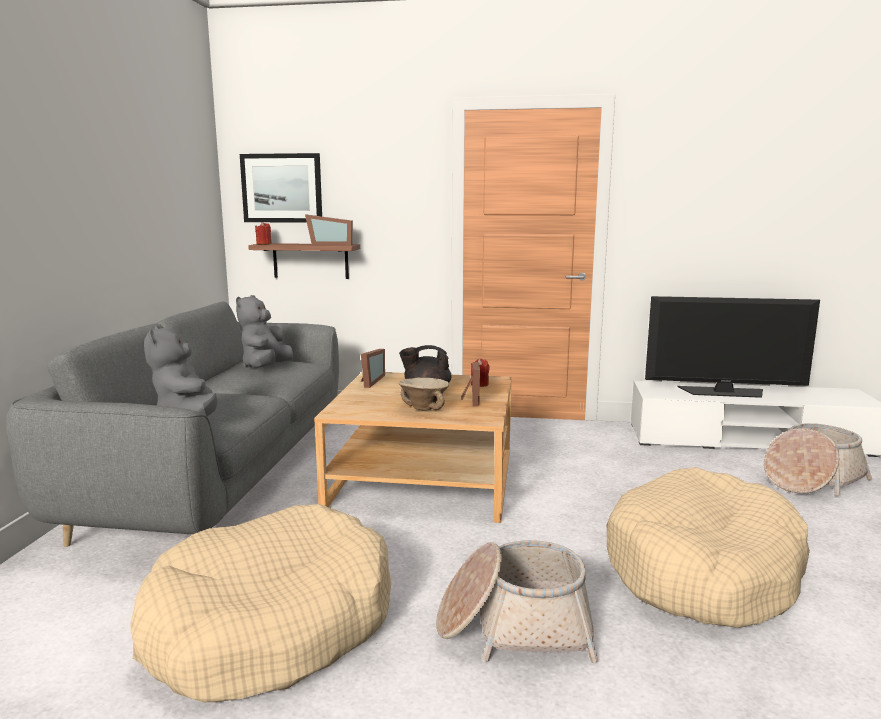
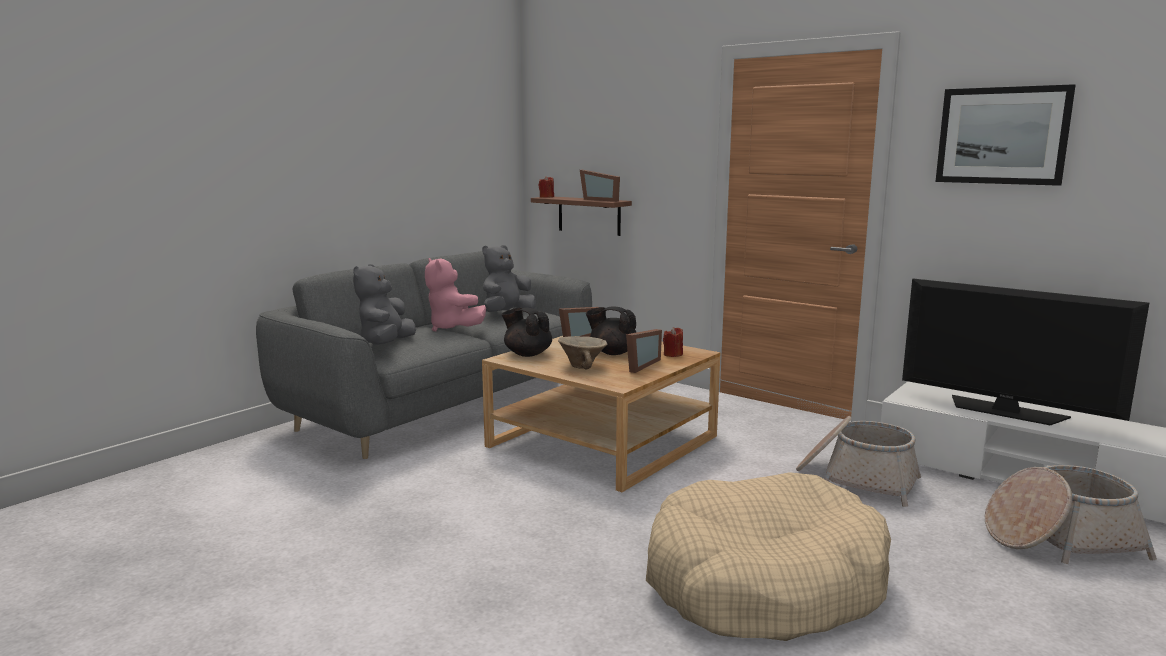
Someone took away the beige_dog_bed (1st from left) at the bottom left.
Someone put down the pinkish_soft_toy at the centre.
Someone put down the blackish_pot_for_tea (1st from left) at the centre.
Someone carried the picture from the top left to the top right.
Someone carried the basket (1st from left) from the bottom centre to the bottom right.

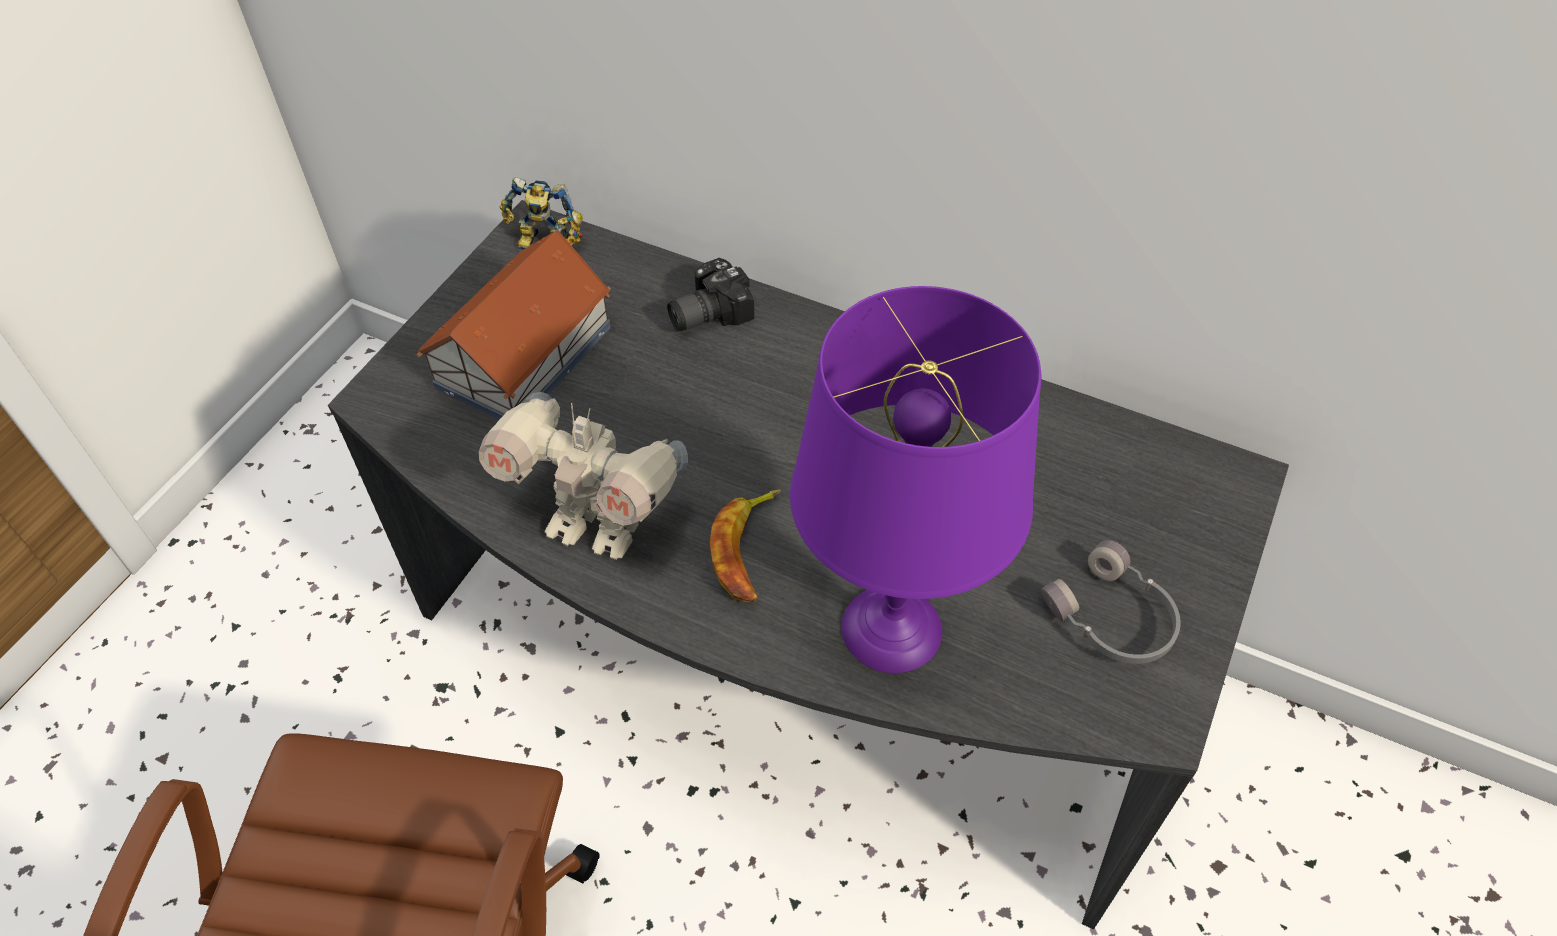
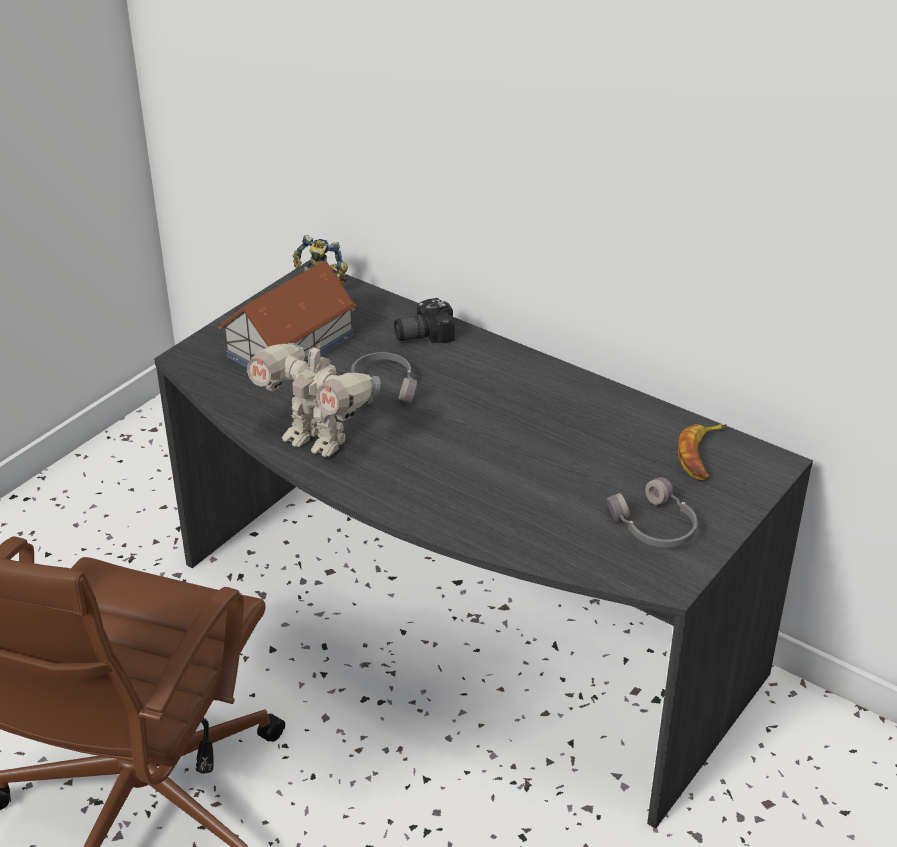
Someone took away the purple_tabletop_lamp at the centre.
Someone put down the greyish_pair_of_headphones (1st from left) at the centre.
Someone carried the whole_banana from the centre to the middle right.

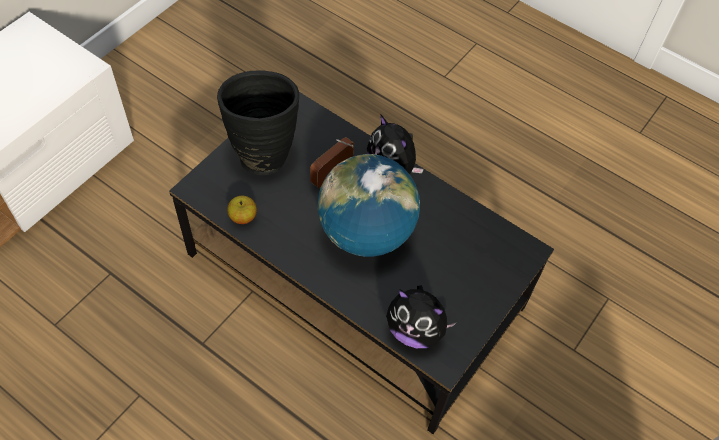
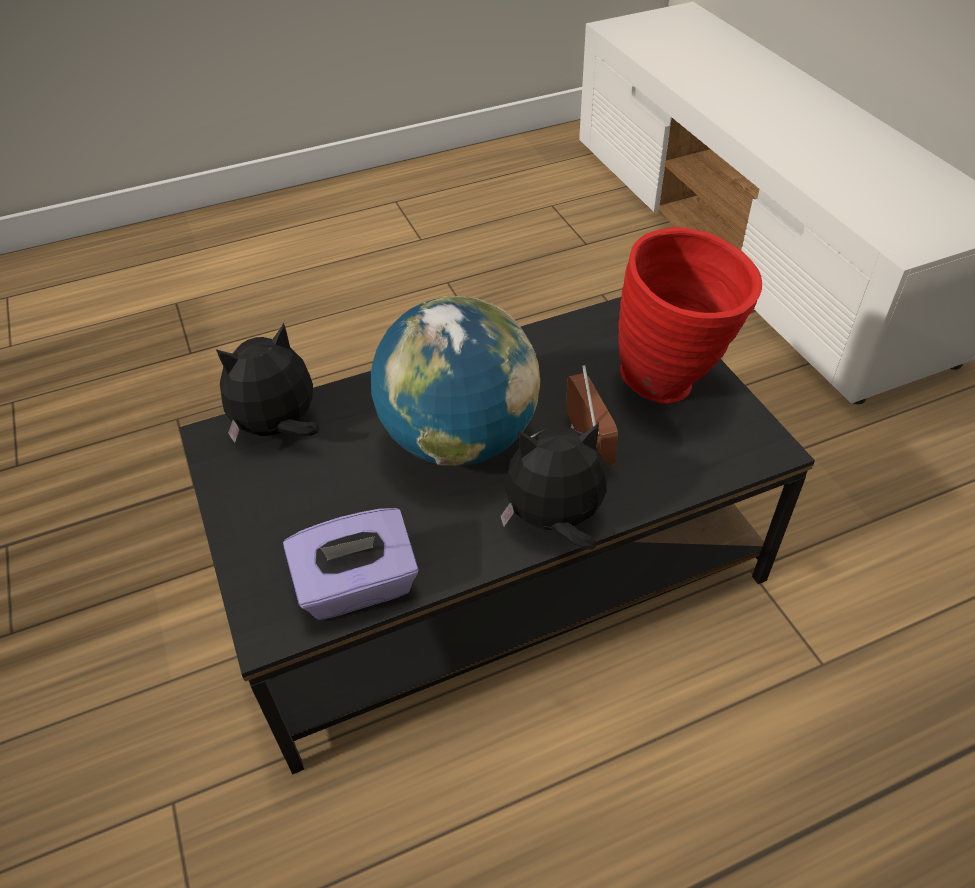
Someone took away the apple at the centre.
Someone put down the purple_tissue_holder at the centre.
Someone repainted the blackish_vase at the top centre, which became the red-coloured_vase at the middle right.

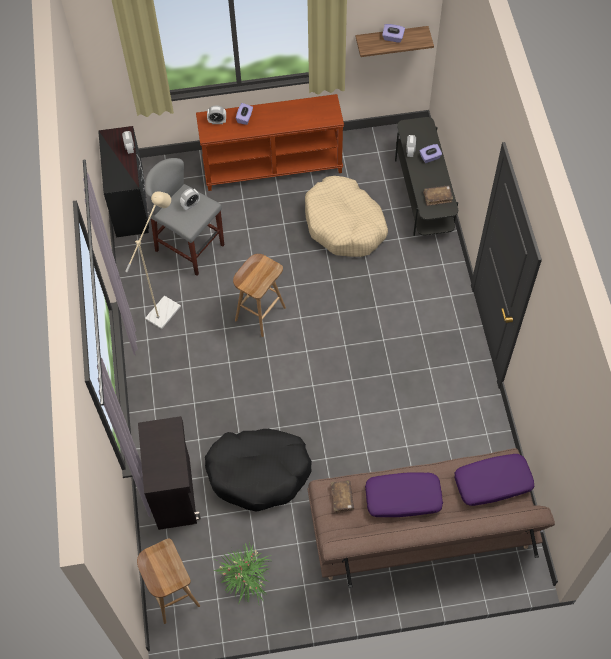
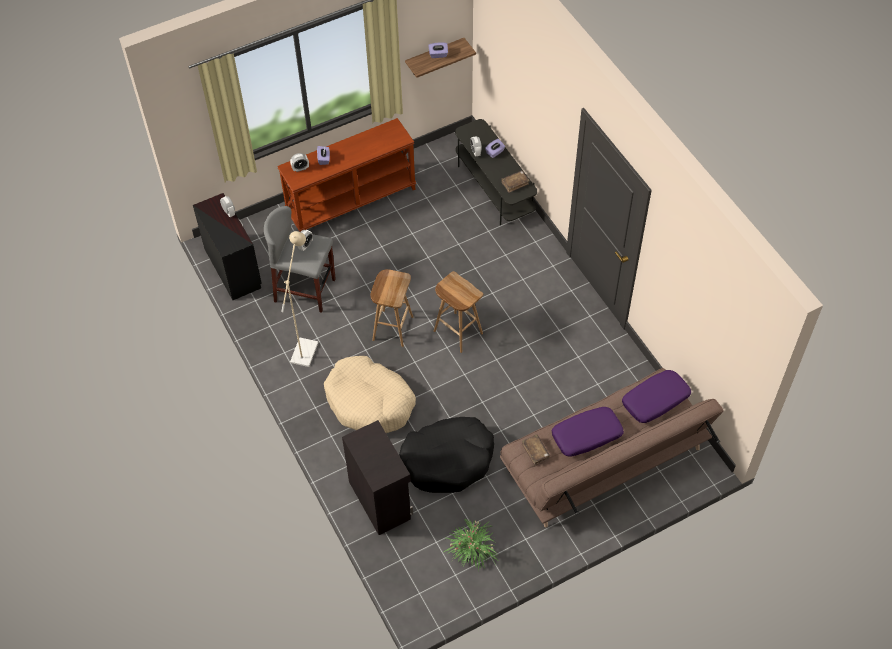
Someone carried the brown_stool_seat (1st from left in the first image) from the bottom left to the centre.
Someone carried the beige_dog_bed from the top centre to the centre.

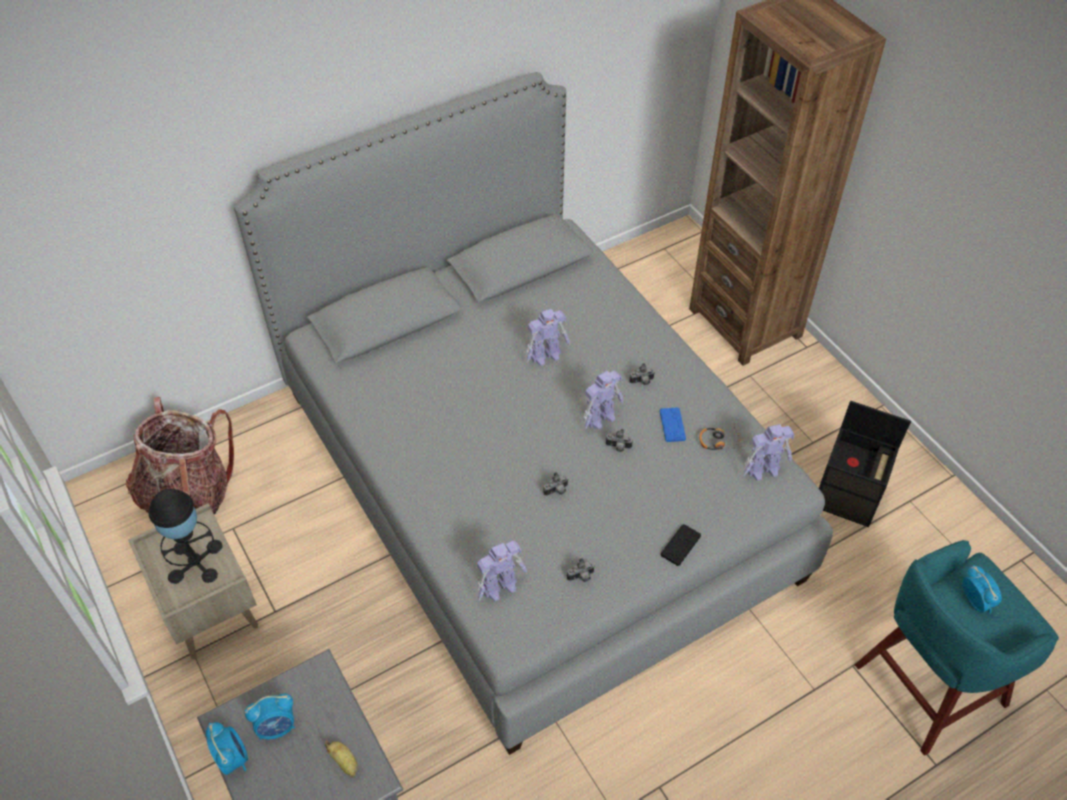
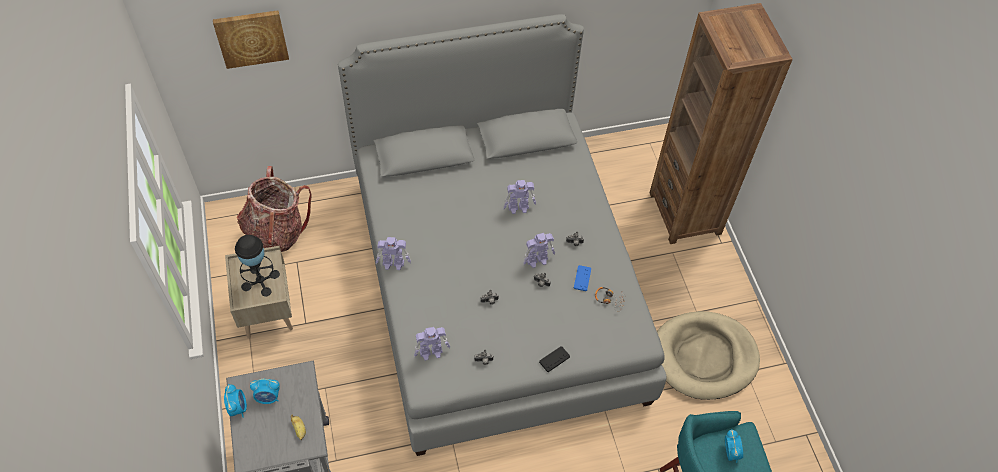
Someone put up the picture at the top left.
Someone carried the robot_figure (4th from left in the first image) from the middle right to the centre.
Someone swapped the blackish_storage_container at the middle right for the beige_dog_bed at the bottom right.

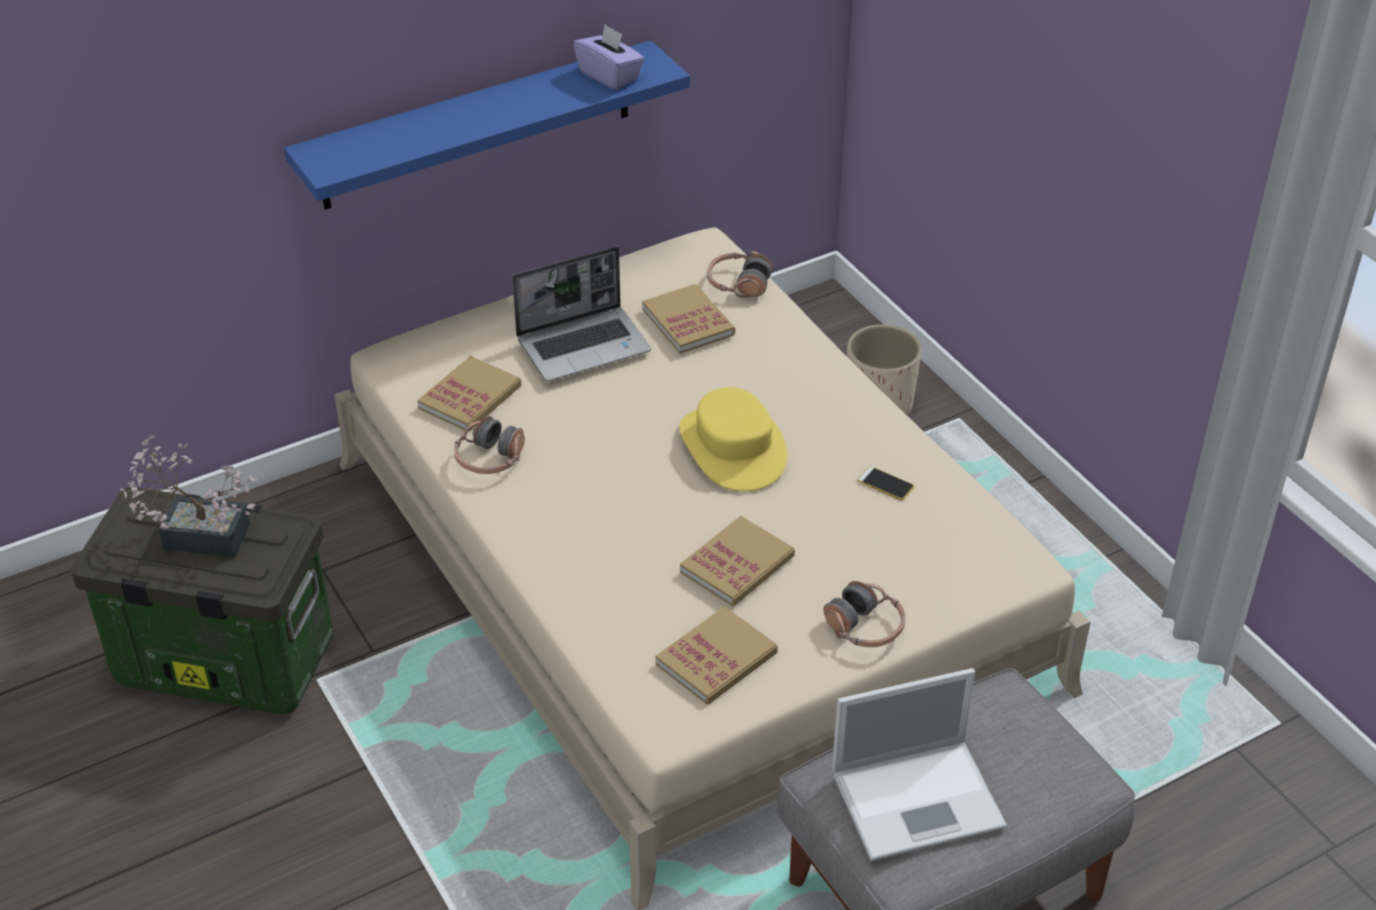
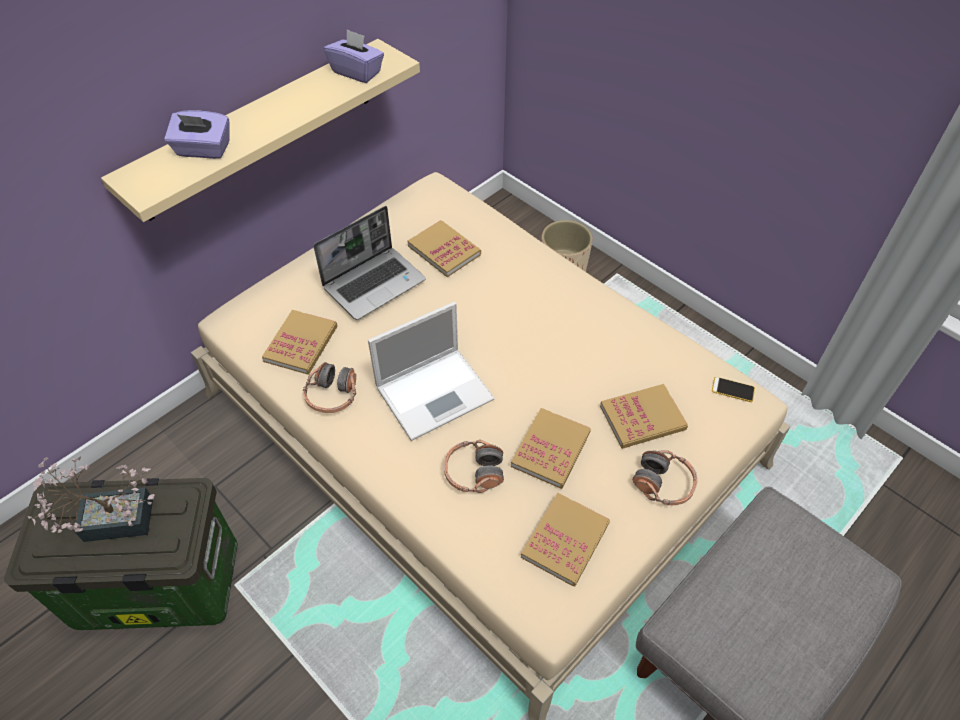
Someone took away the yellow-coloured_wearable_hat at the centre.
Someone put down the purple_tissue_holder (1st from left) at the top left.
Someone put down the bound_book (5th from left) at the middle right.
Someone carried the pair_of_headphones (2nd from left) from the top centre to the centre.
Someone carried the notebook_computer (2nd from left) from the bottom right to the centre.
Someone carried the telephone from the centre to the middle right.
Someone repainted the bluish_shelf at the top centre, which became the beige_shelf at the top left.

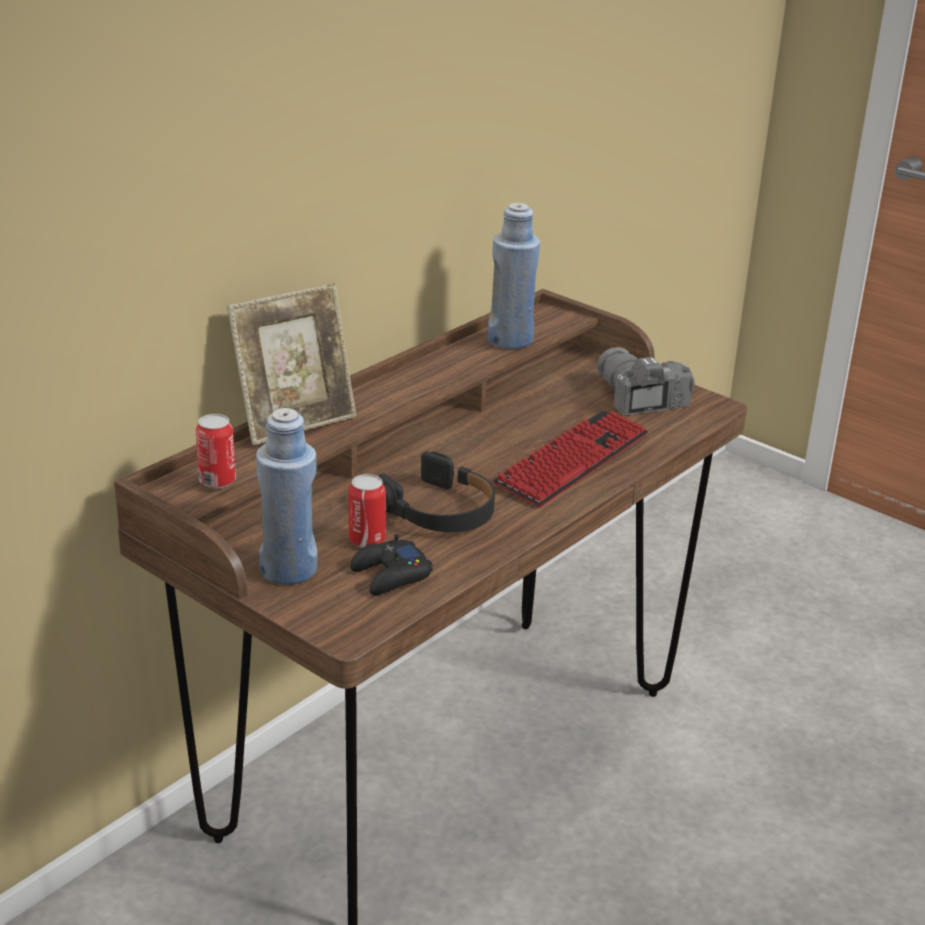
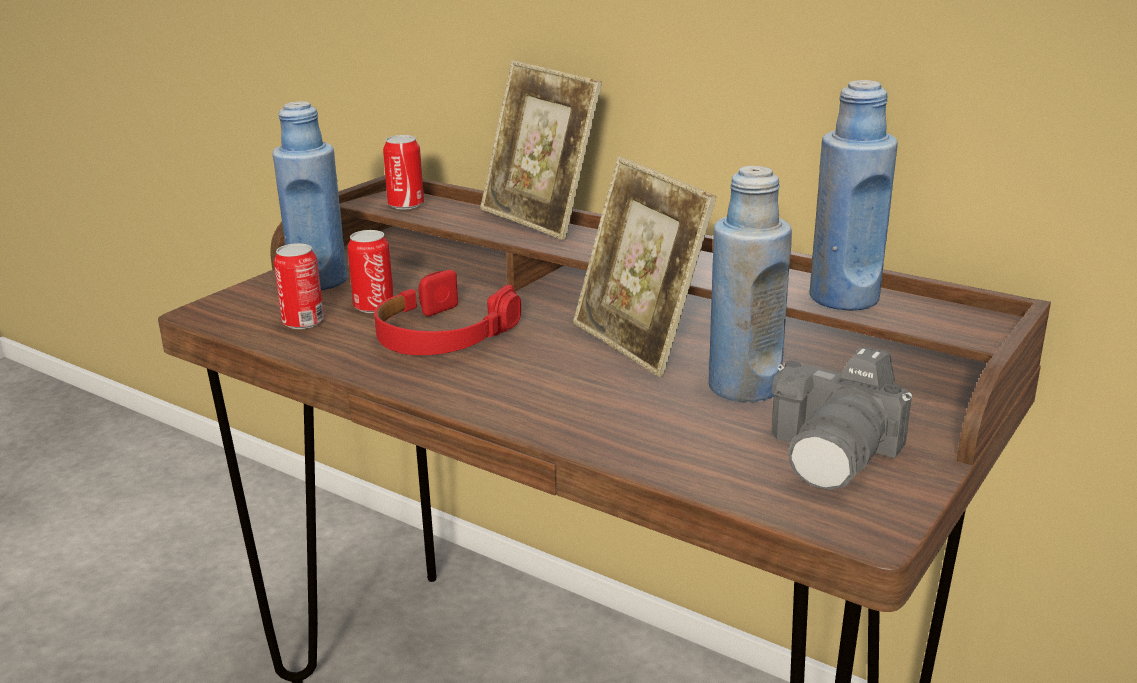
Someone took away the computer_keyboard at the centre.
Someone put down the standing_frame (2nd from left) at the centre.
Someone put down the bluish_beverage_bottle (2nd from left) at the centre.
Someone swapped the blackish_joypad at the centre for the metal_can (1st from left) at the middle left.
Someone repainted the blackish_pair_of_headphones at the centre, which became the red-coloured_pair_of_headphones at the centre.
Someone rotated the photo_camera at the middle right by 150 degrees clockwise.

